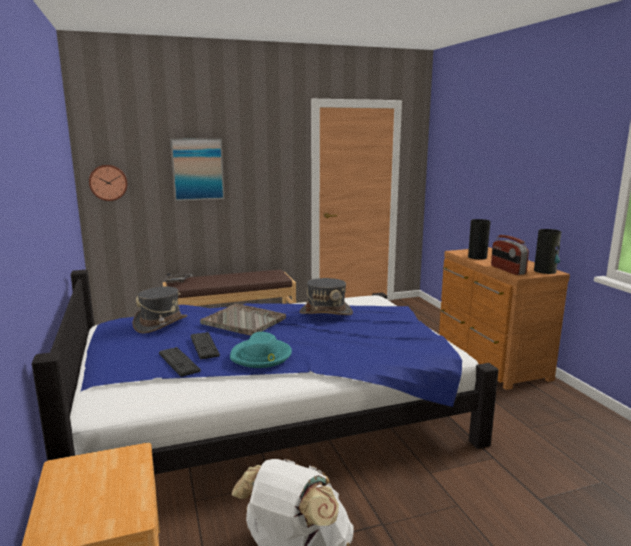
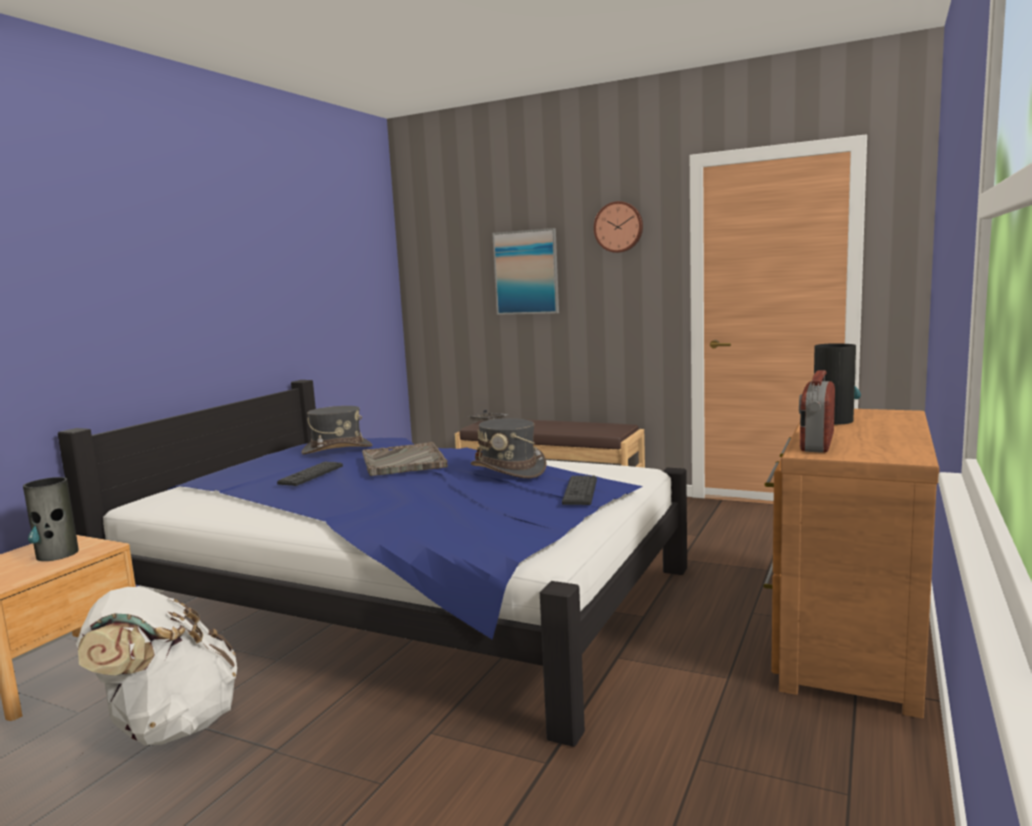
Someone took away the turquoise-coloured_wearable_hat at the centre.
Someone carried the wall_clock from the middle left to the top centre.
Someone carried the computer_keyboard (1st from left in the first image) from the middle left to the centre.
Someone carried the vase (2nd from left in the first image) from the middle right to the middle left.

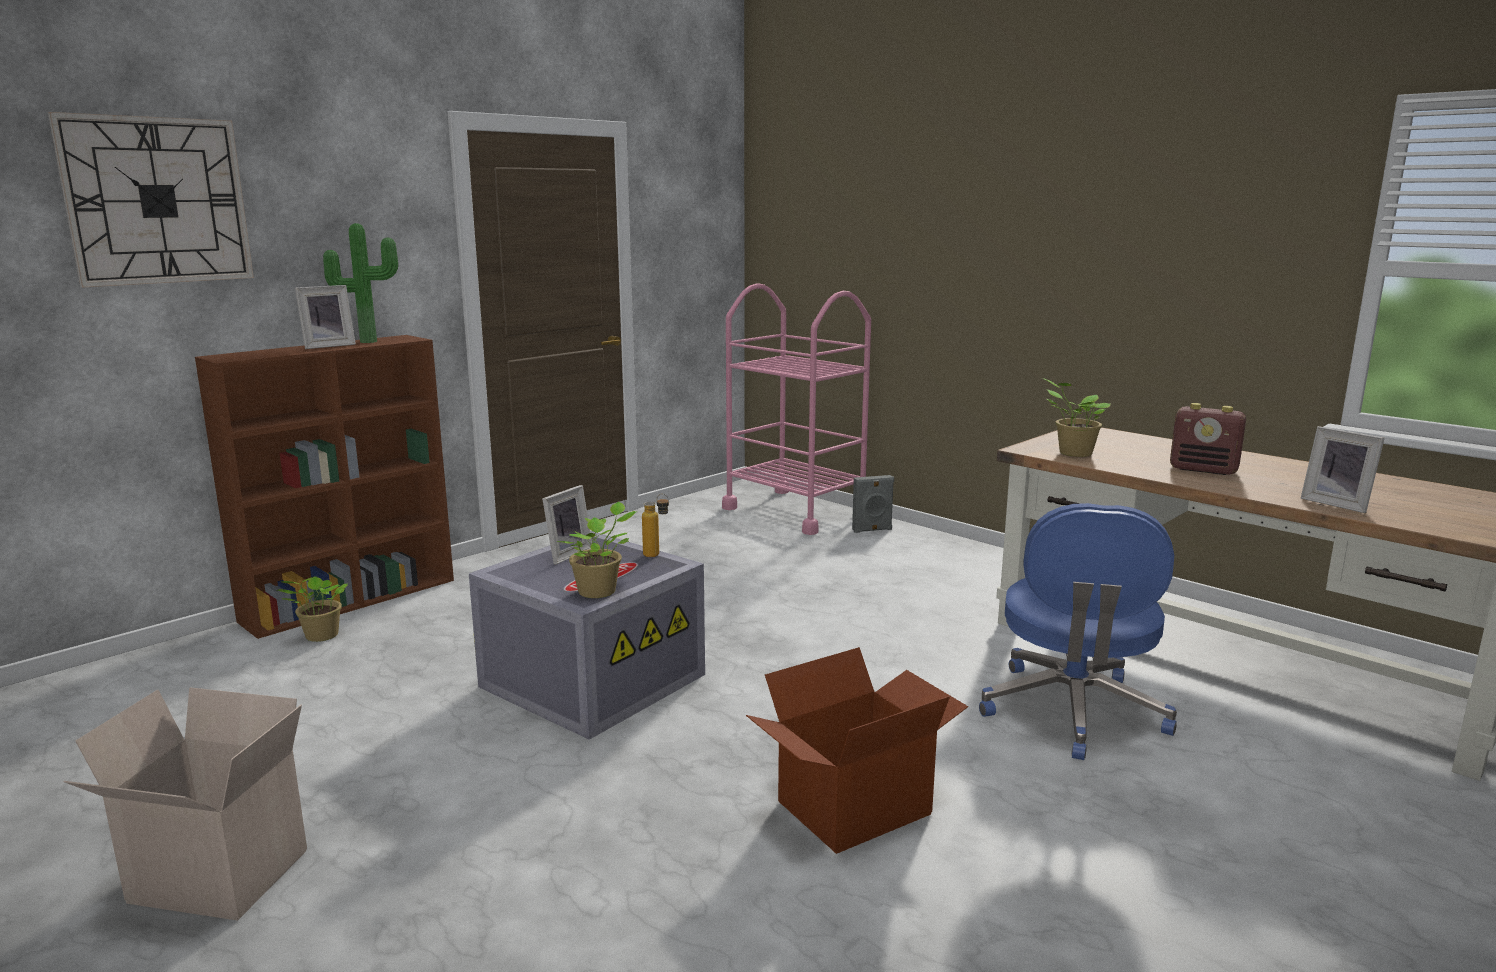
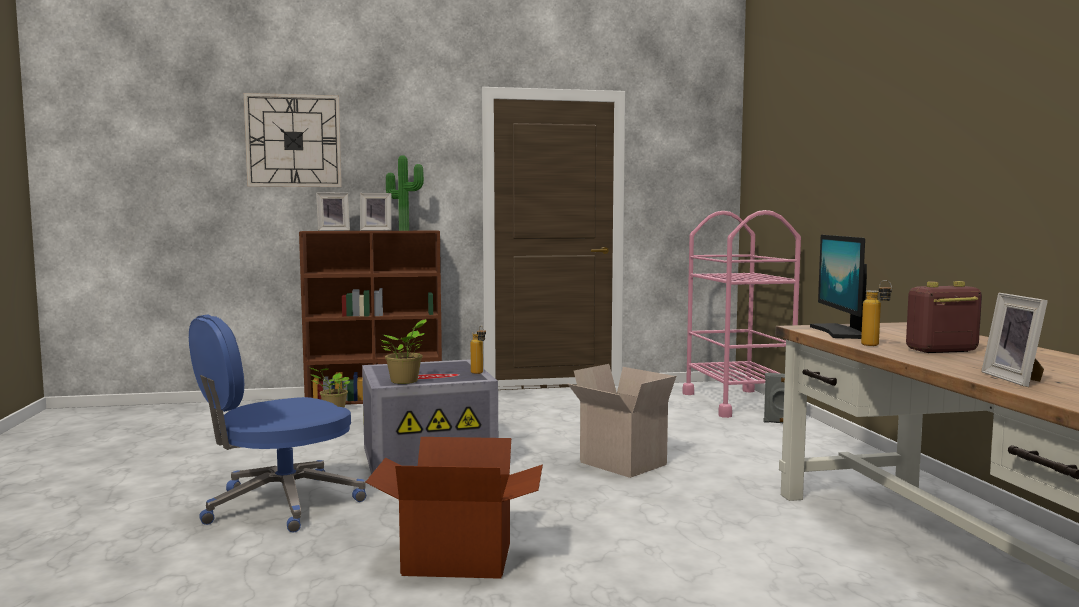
Someone put down the beverage_bottle (2nd from left) at the middle right.
Someone carried the packing_box (1st from left in the first image) from the bottom left to the bottom centre.
Someone carried the standing_frame (2nd from left in the first image) from the centre to the middle left.
Someone carried the bluish_office_chair from the middle right to the bottom left.
Someone swapped the houseplant (4th from left) at the middle right for the computer_screen at the middle right.
Someone rotated the radio at the middle right by 105 degrees clockwise.

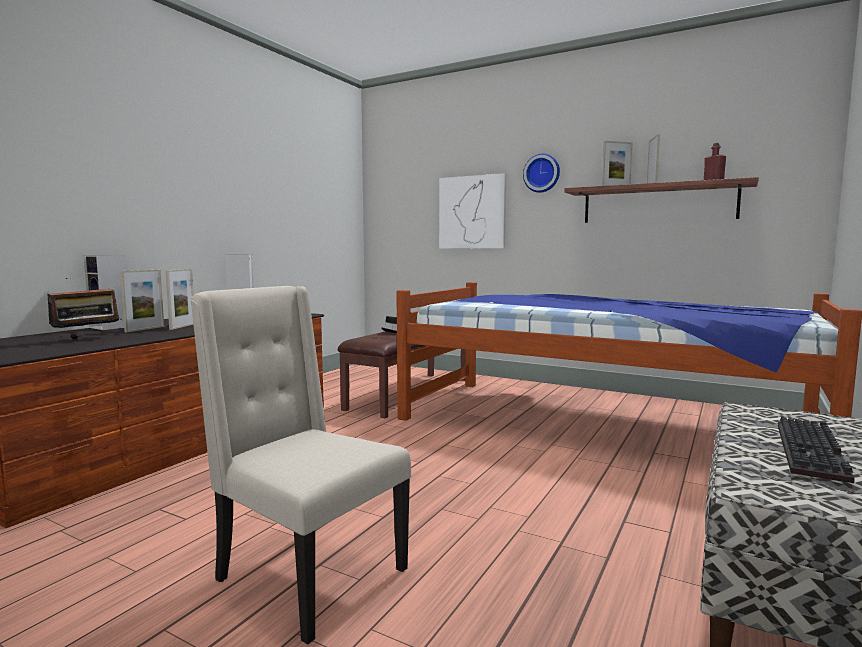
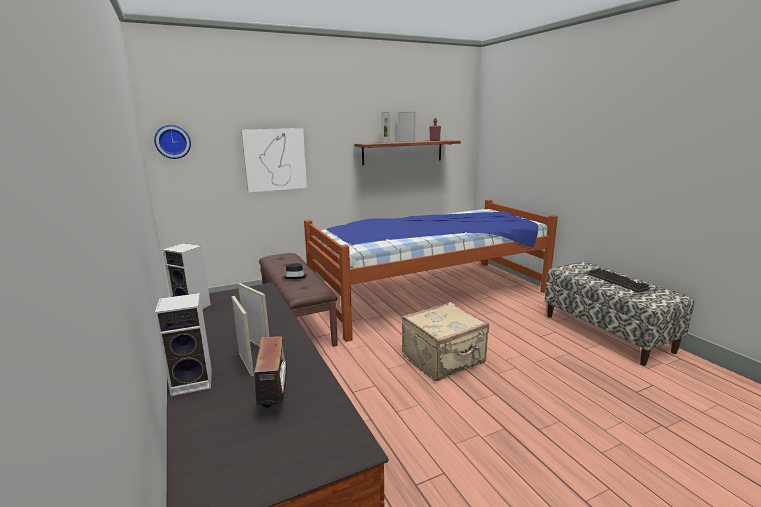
Someone took away the beige_plain_chair at the bottom centre.
Someone put down the beige_travel_case at the bottom centre.
Someone carried the wall_clock from the top centre to the top left.

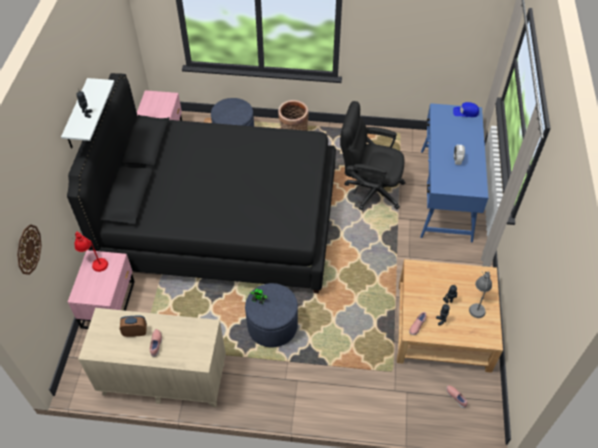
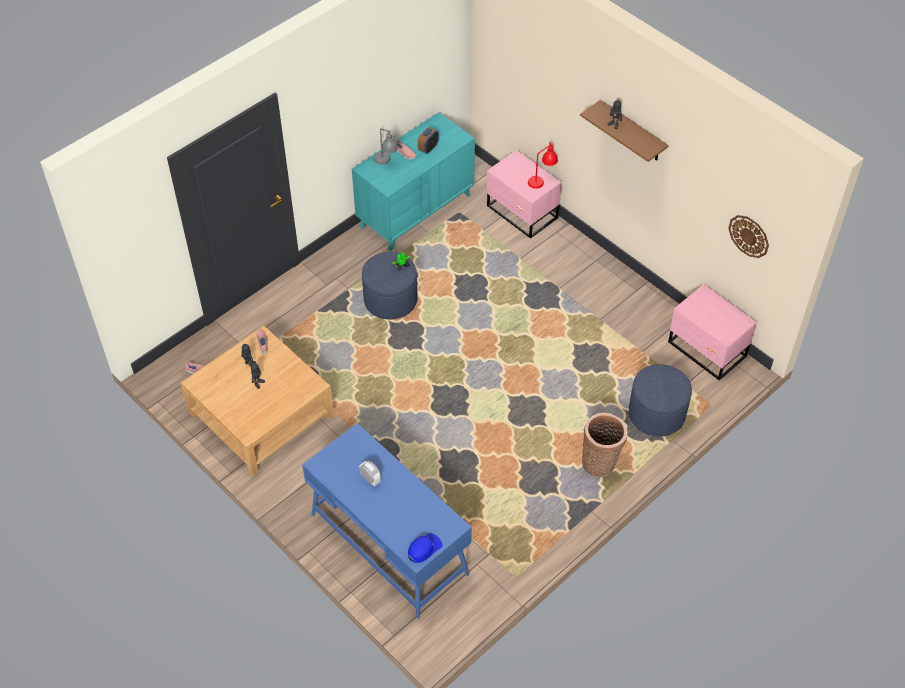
Someone took away the blackish_bedroom_bed at the centre.
Someone took away the blackish_office_chair at the centre.
Someone carried the wall_clock from the middle left to the middle right.
Someone carried the greyish_tabletop_lamp from the middle right to the top centre.
Someone repainted the white-coloured_shelf at the top left, which became the brown_shelf at the top right.
Someone repainted the beige_dresser at the bottom left, which became the turquoise-coloured_dresser at the top centre.

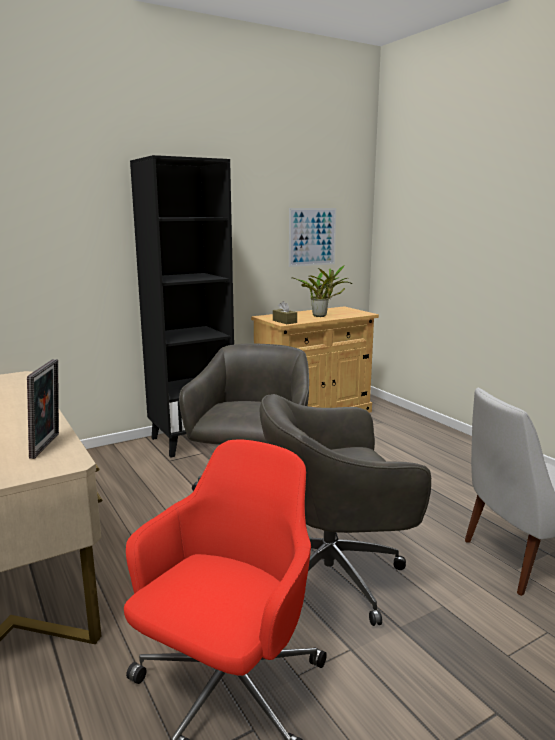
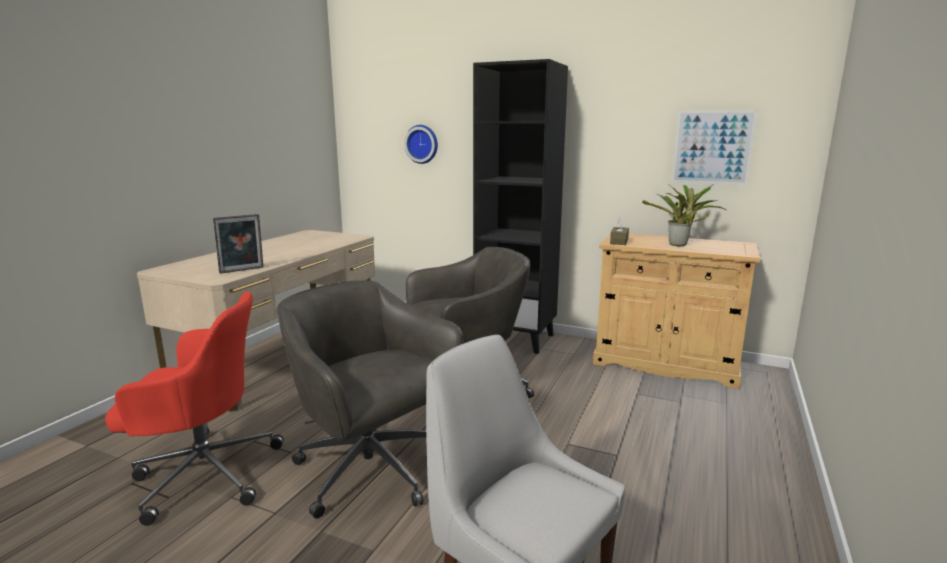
Someone put up the wall_clock at the top centre.

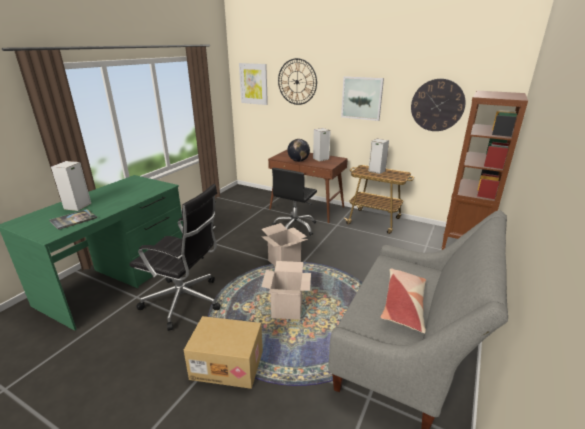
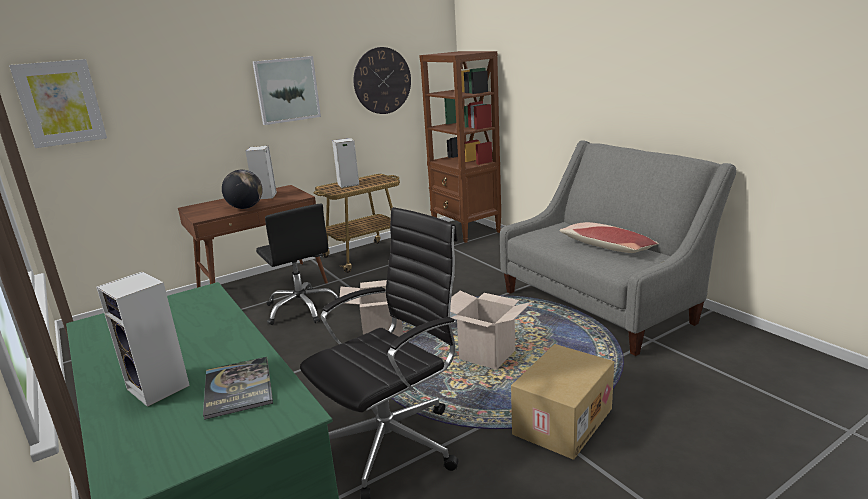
Someone took away the wall_clock (1st from left) at the top centre.

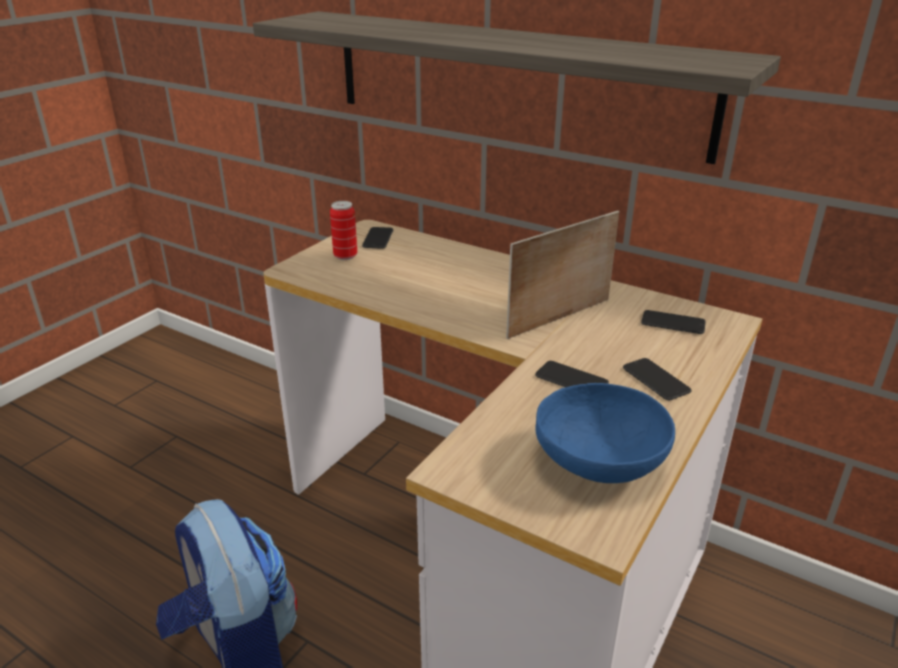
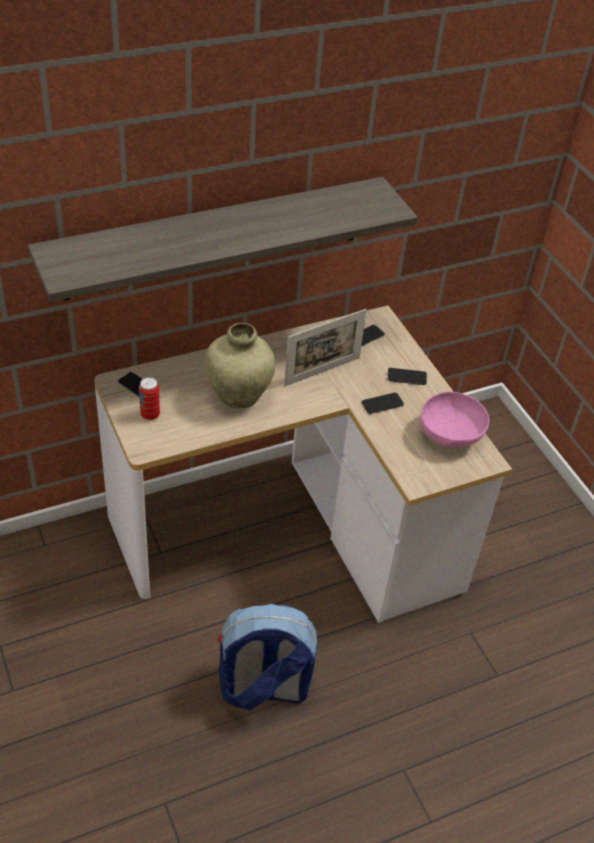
Someone put down the beige_vase at the centre.
Someone repainted the bluish_serving_bowl at the middle right, which became the pinkish_serving_bowl at the middle right.
Someone rotated the standing_frame at the centre by 120 degrees counterclockwise.

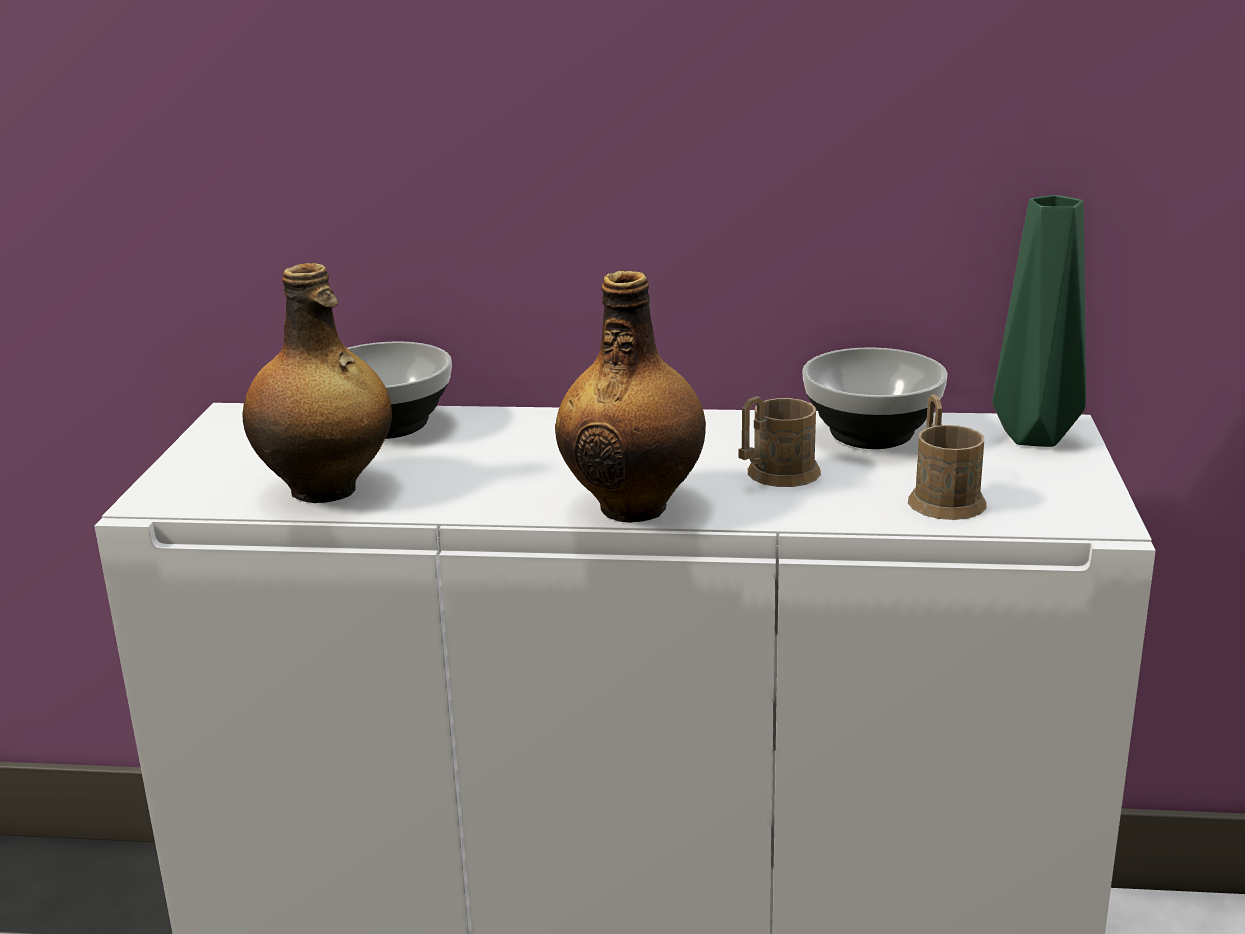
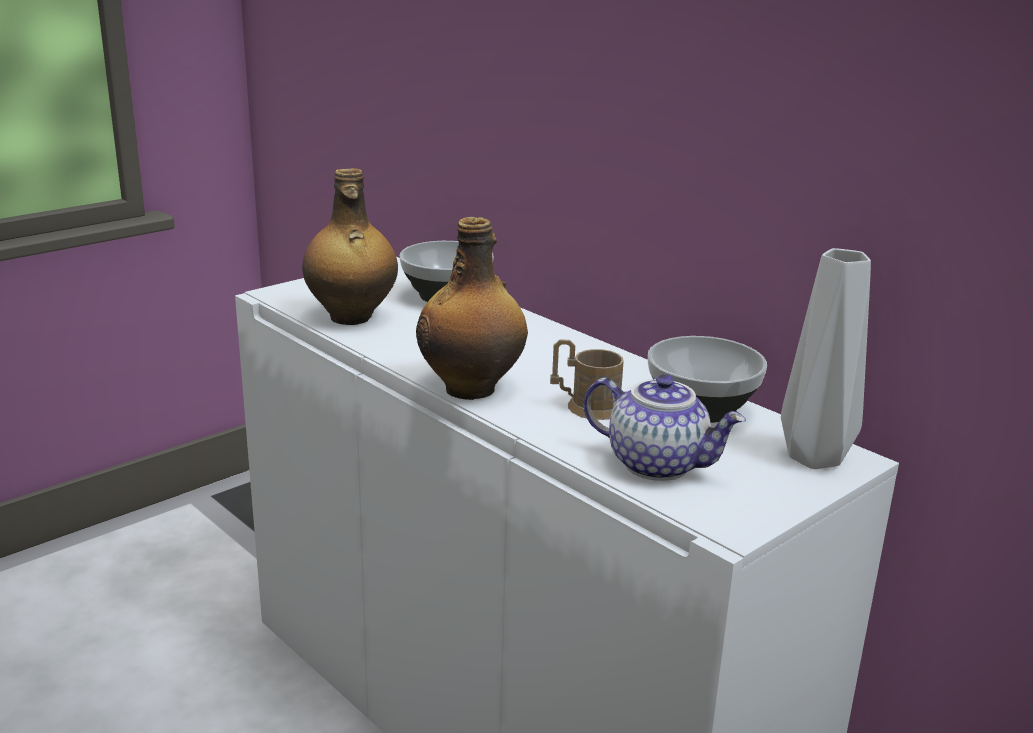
Someone swapped the brown_mug (2nd from left) at the middle right for the pot_for_tea at the centre.
Someone repainted the green-coloured_vase at the middle right, which became the greyish_vase at the middle right.

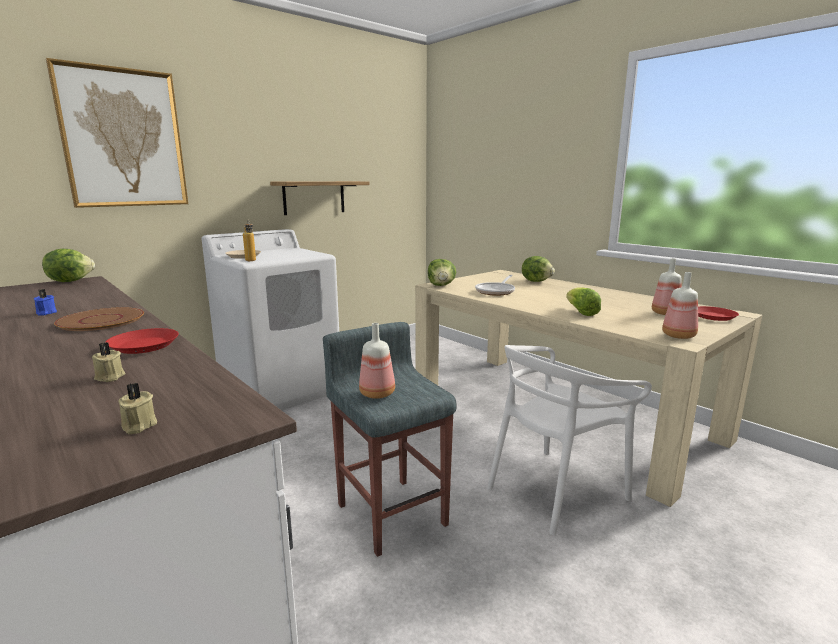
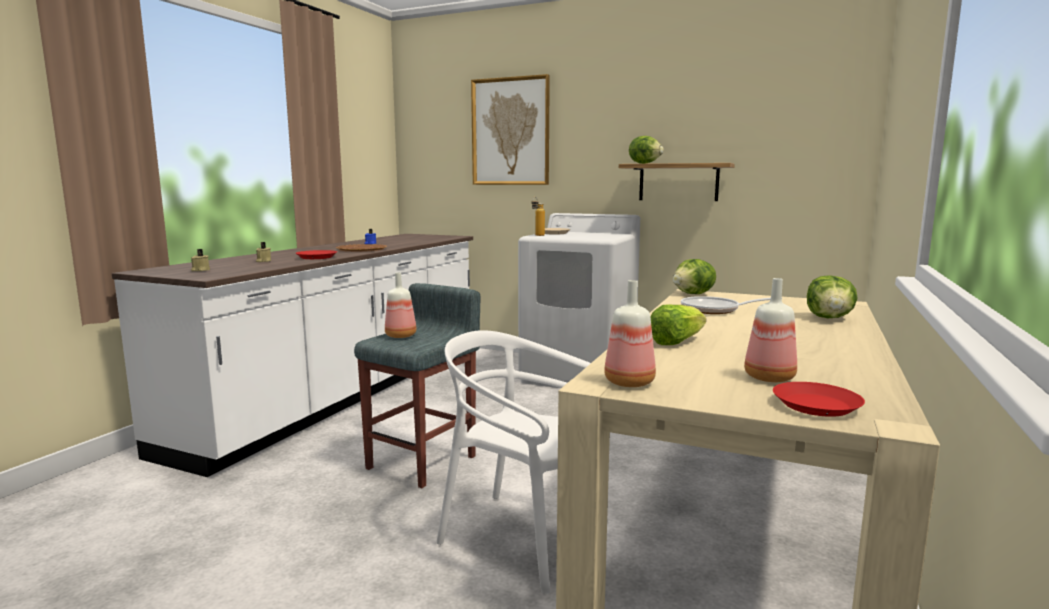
Someone carried the head_of_lettuce (1st from left) from the middle left to the top centre.

